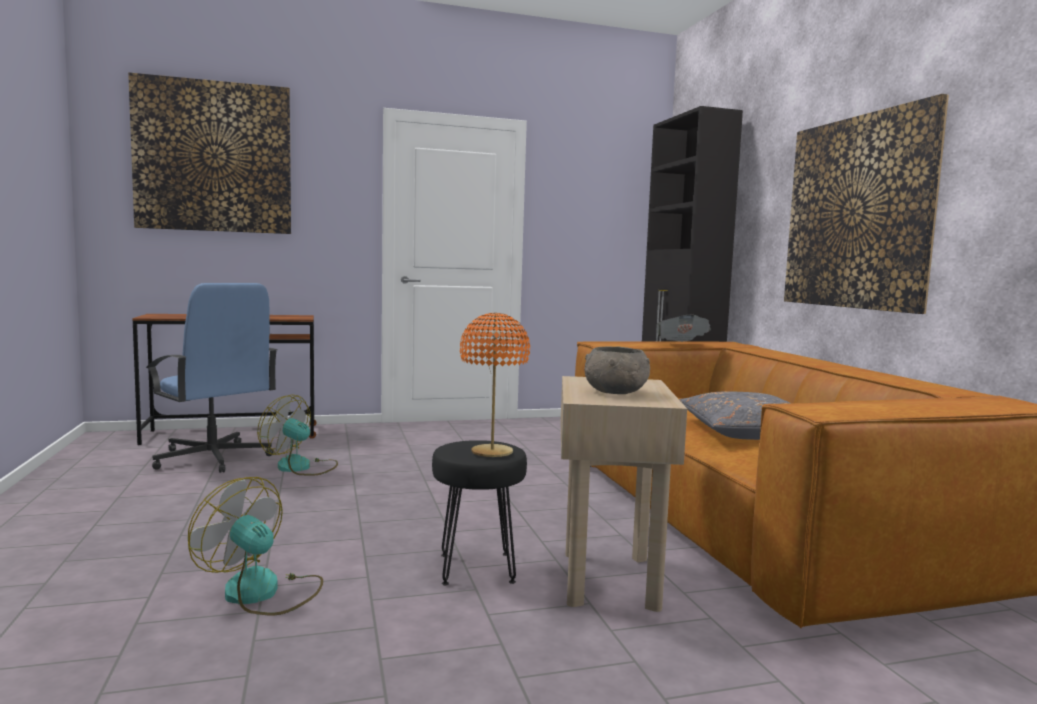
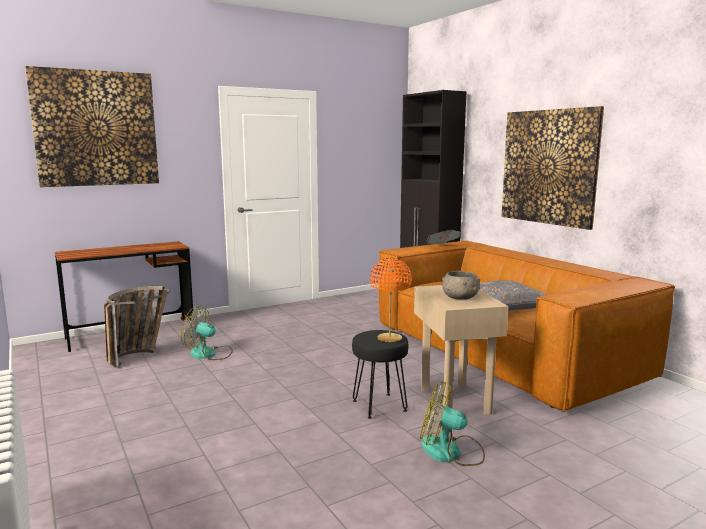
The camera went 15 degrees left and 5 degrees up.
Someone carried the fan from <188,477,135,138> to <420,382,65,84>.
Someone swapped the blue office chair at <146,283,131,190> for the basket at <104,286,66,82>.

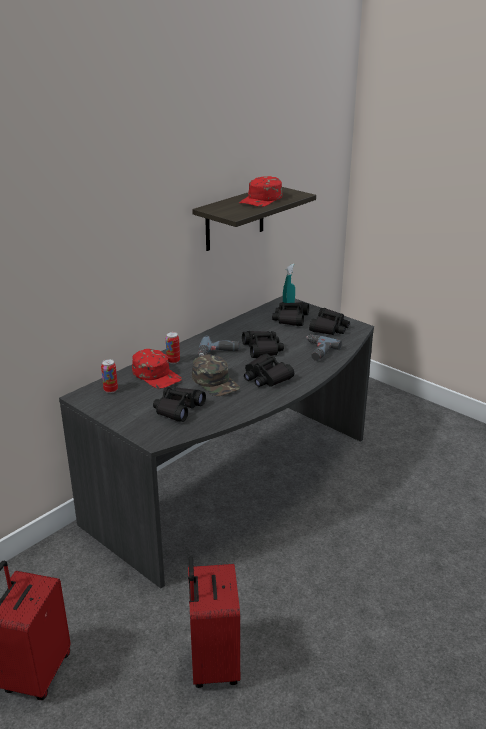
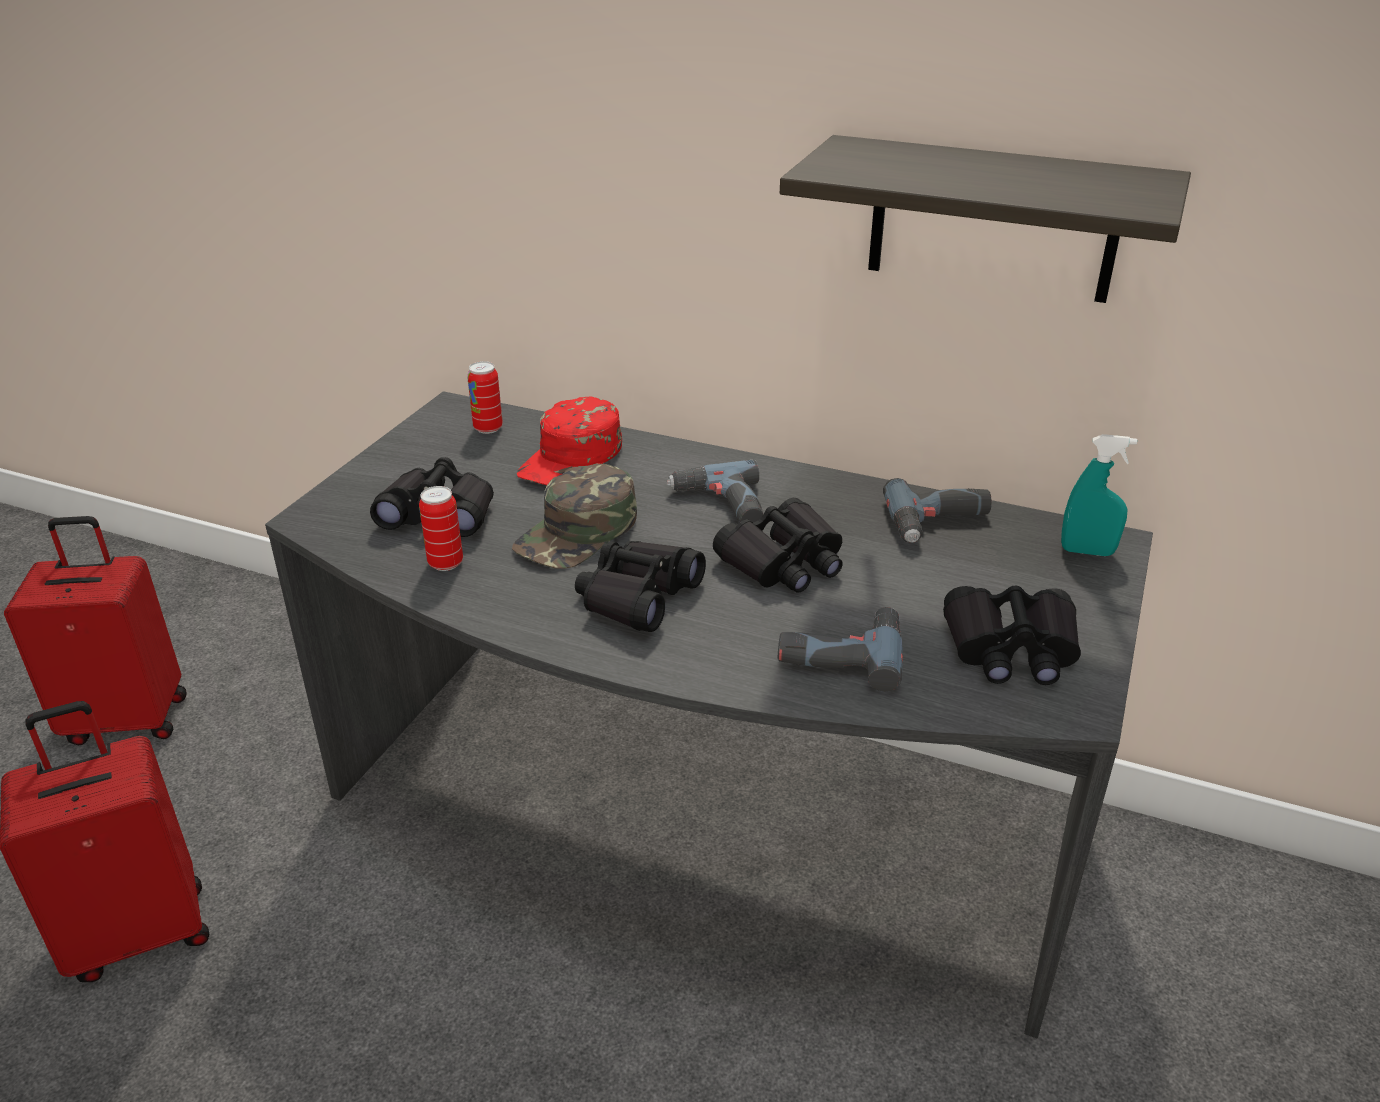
The camera went 70 degrees right and 5 degrees up.
Someone took away the red cap at <239,176,43,31>.
Someone took away the black binoculars at <272,302,37,24>.
Someone put down the power drill at <883,478,109,65>.
Someone carried the can from <166,332,14,32> to <419,486,44,85>.

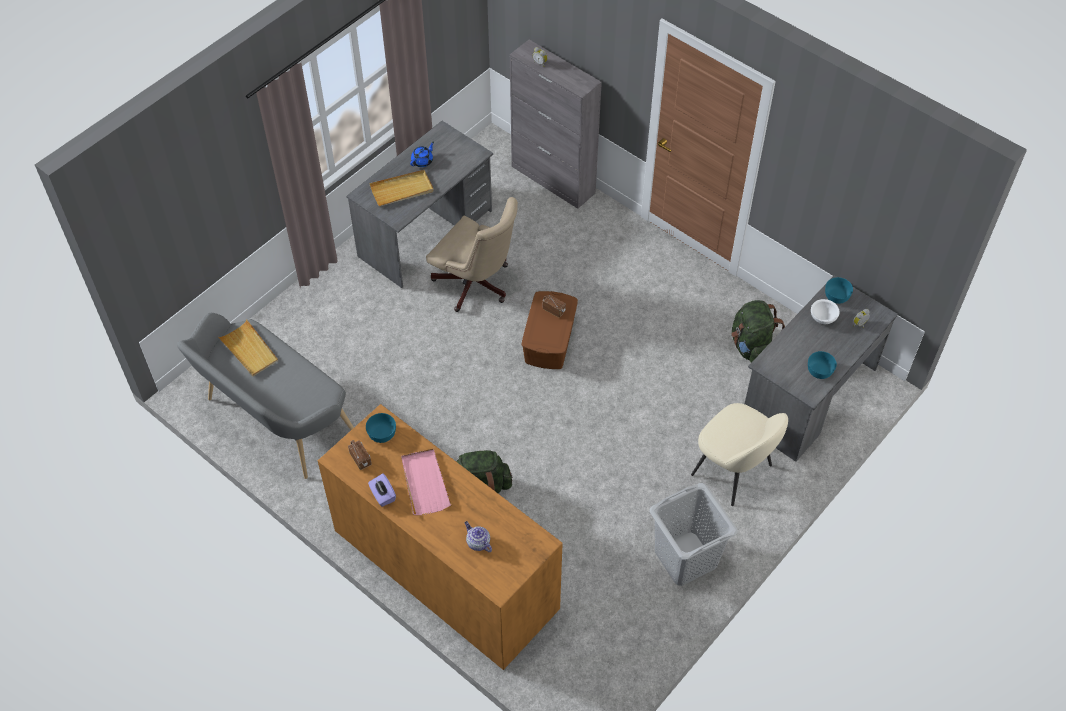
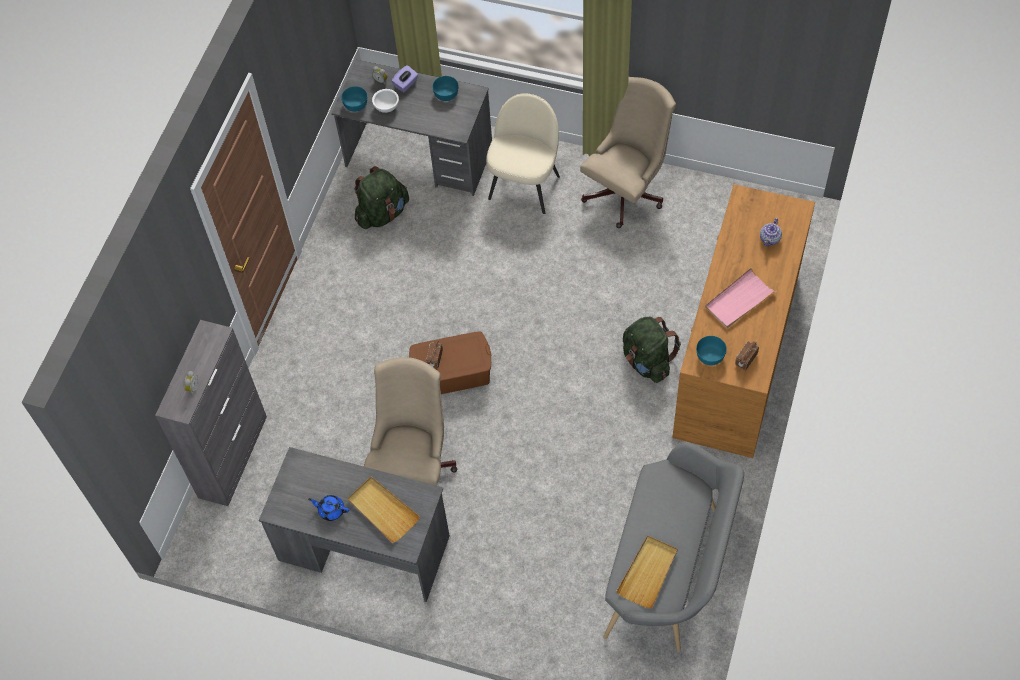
The camera went 110 degrees left and 5 degrees up.
Someone carried the purple tissue box from <368,473,28,34> to <391,65,27,27>.
Someone swapped the grey laundry basket at <649,483,89,103> for the beige office chair at <580,77,96,151>.

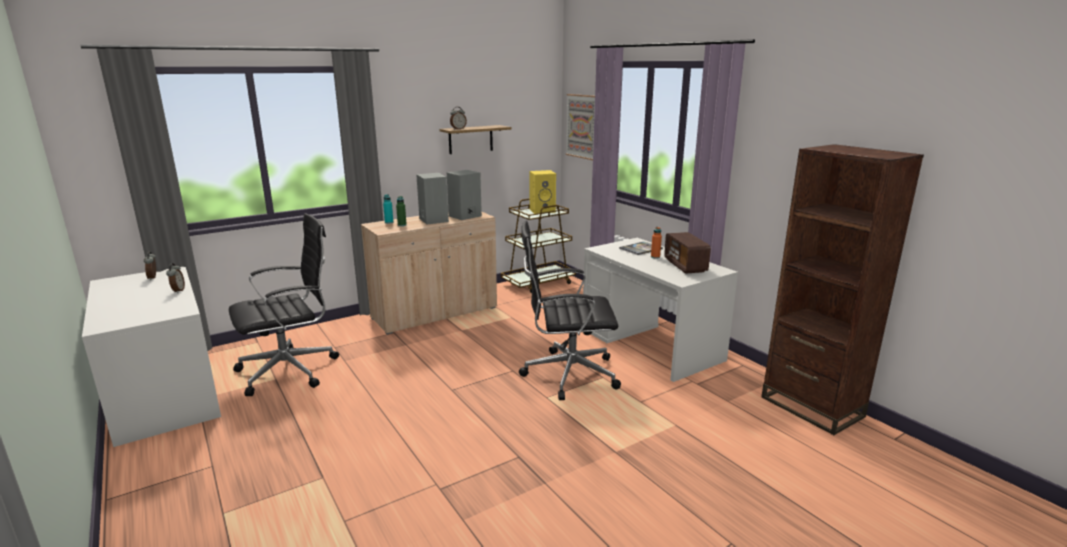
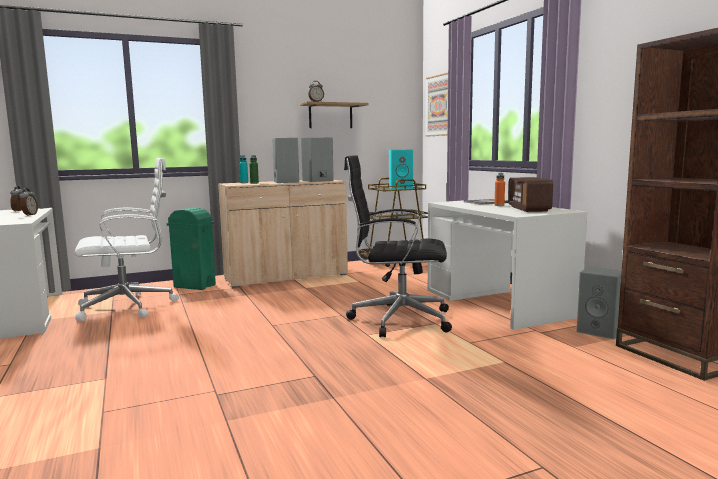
The camera went 10 degrees right and 10 degrees down.
Someone put down the green trash can at <167,208,49,82>.
Someone put down the grey speaker at <577,267,45,72>.
Someone repainted the black office chair at <229,213,110,183>, which became the white office chair at <75,158,104,163>.
Someone repainted the yellow speaker at <530,170,26,44>, which became the turquoise speaker at <389,149,24,40>.

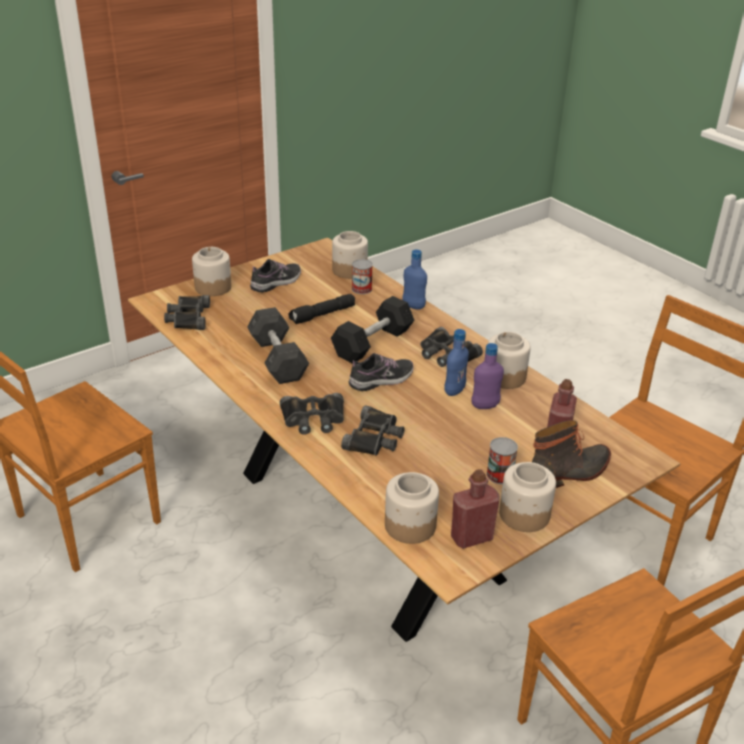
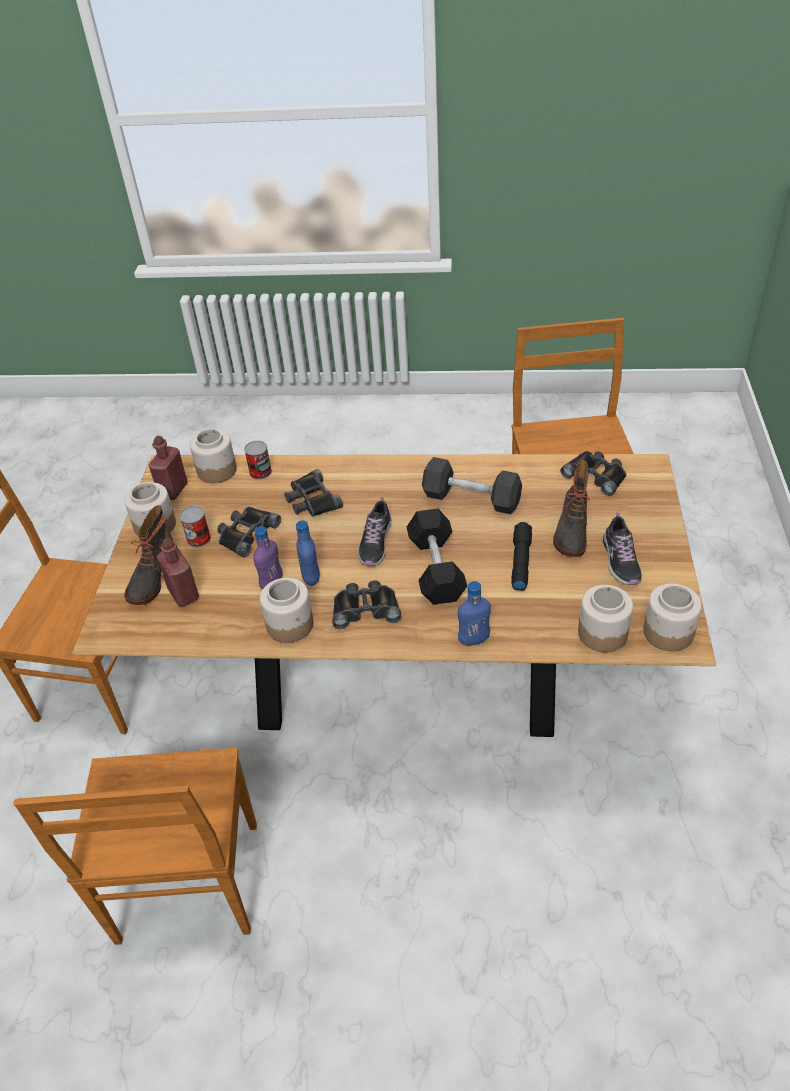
The camera went 135 degrees right and 10 degrees up.
Someone put down the boot at <553,460,37,97>.
Someone carried the jar from <192,247,39,49> to <643,584,59,67>.
Someone carried the black binoculars from <280,393,64,42> to <217,507,64,51>.
Someone carried the can from <352,259,21,35> to <244,441,28,39>.

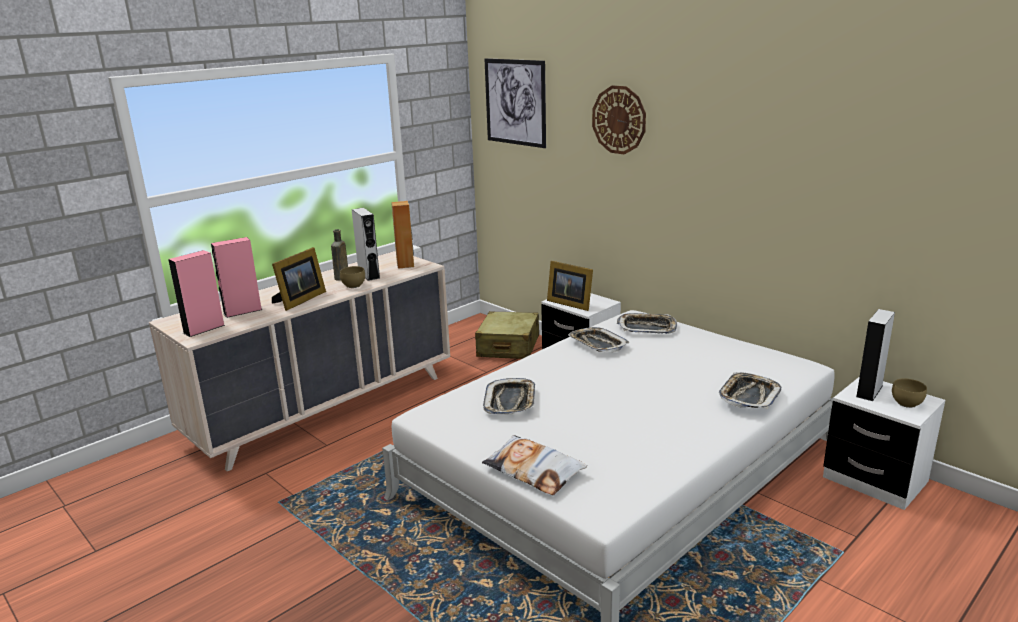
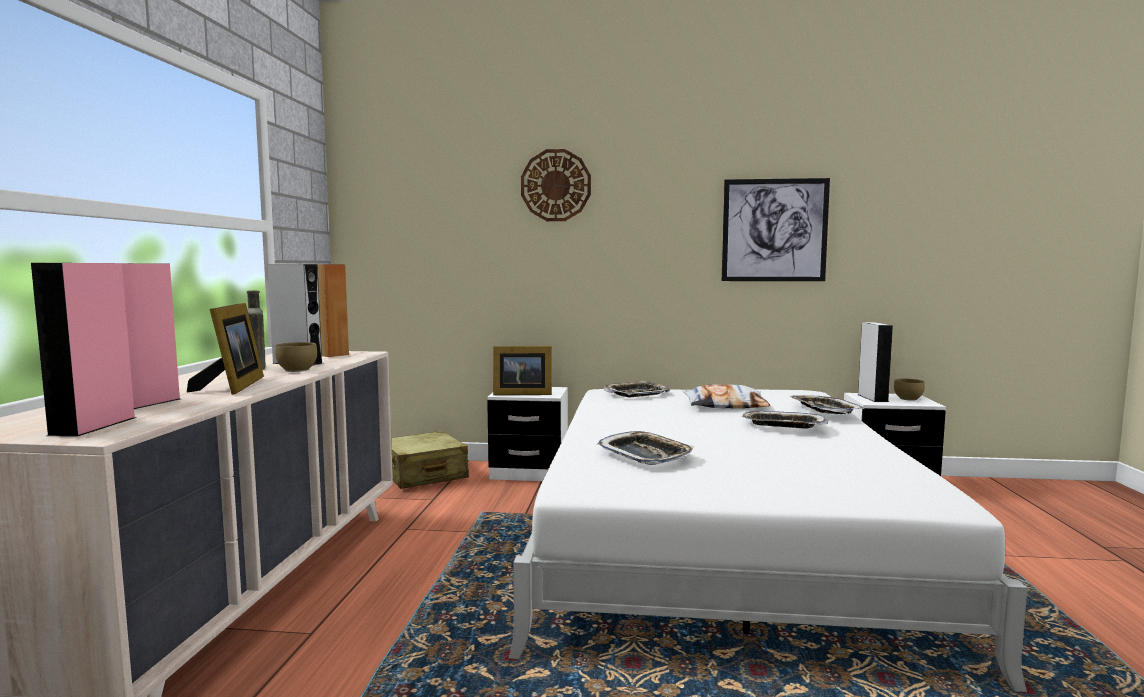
The camera went 40 degrees left and 15 degrees down.
Someone carried the pillow from <482,435,105,60> to <682,384,89,25>.
Someone carried the picture from <485,58,61,90> to <722,178,108,103>.
Someone carried the tray from <568,327,61,25> to <742,411,86,18>.

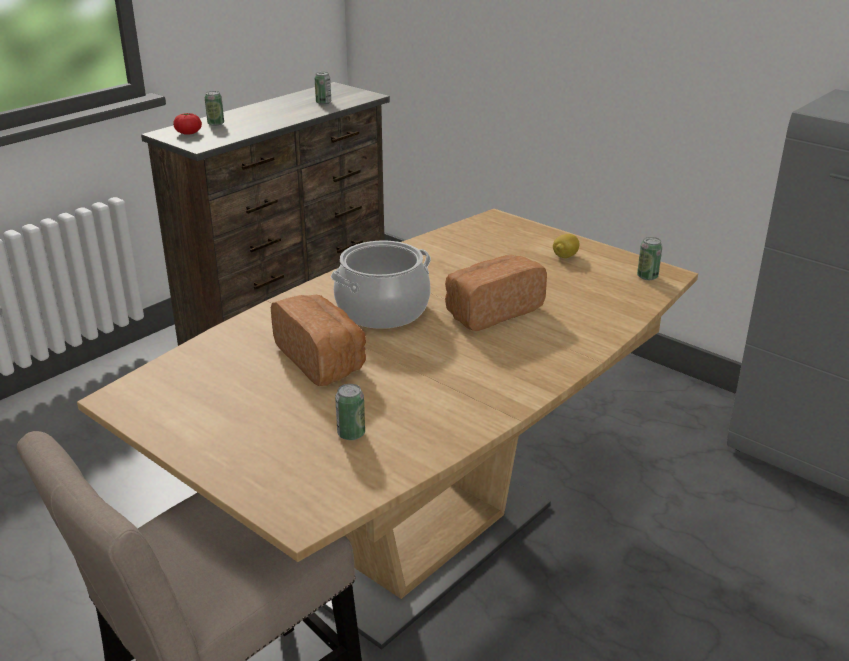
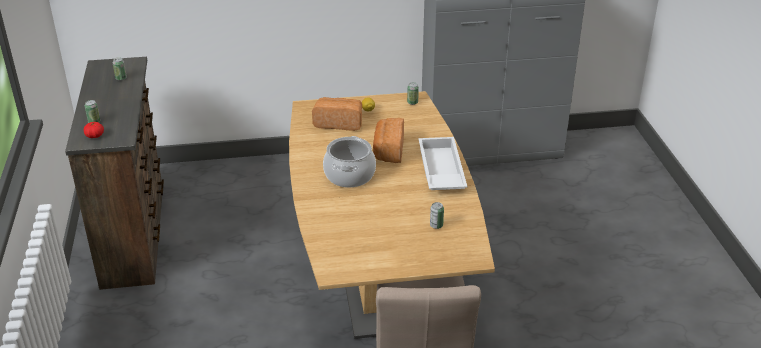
The camera went 50 degrees left and 5 degrees up.
Someone put down the white tray at <419,137,48,53>.
Someone carried the bread from <271,295,95,91> to <312,97,50,34>.

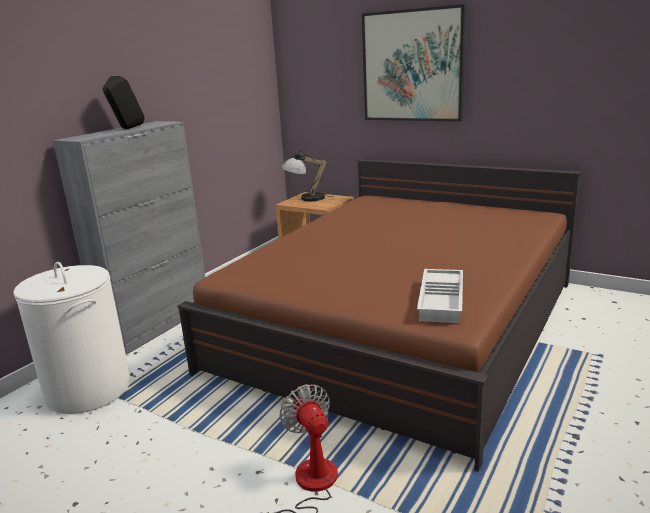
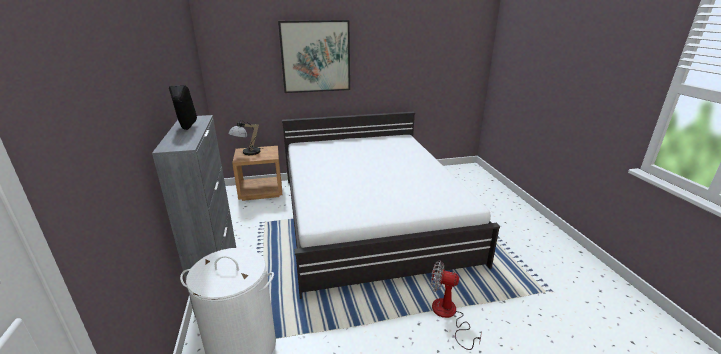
The camera went 45 degrees left and 5 degrees up.
Someone took away the white tray at <417,269,46,54>.
Someone repainted the brown bed at <177,159,404,313>, which became the white bed at <282,112,218,187>.

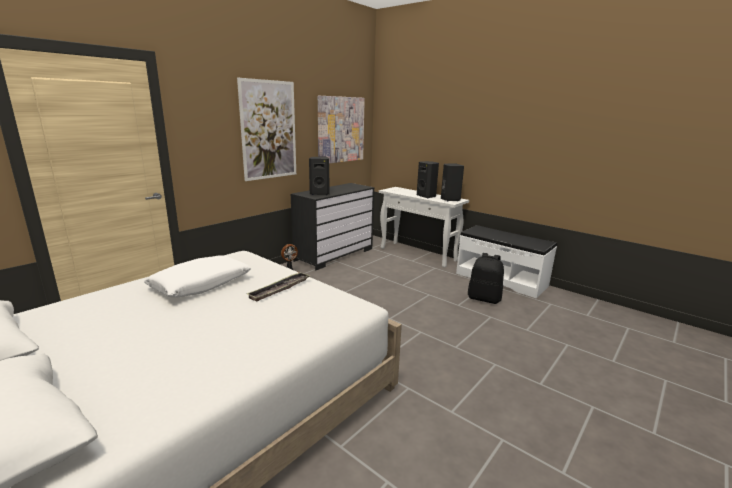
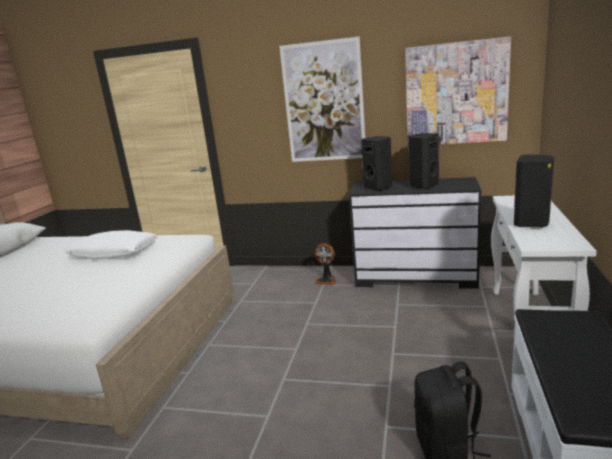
The camera went 65 degrees right and 0 degrees up.
Someone took away the tray at <247,272,63,30>.
Someone carried the black speaker from <441,163,23,38> to <409,133,30,56>.

